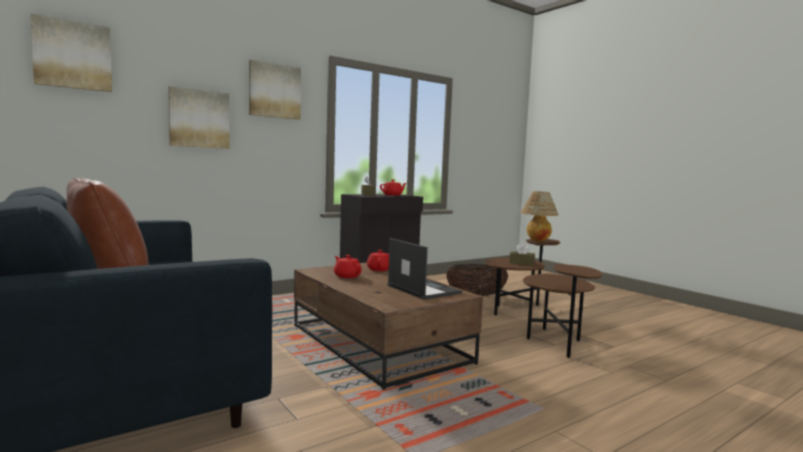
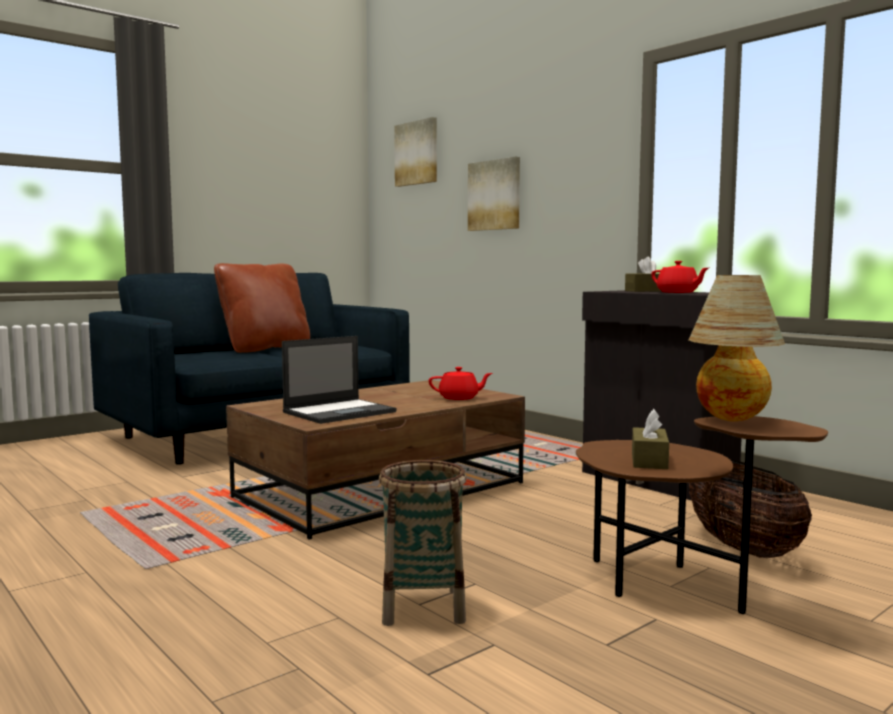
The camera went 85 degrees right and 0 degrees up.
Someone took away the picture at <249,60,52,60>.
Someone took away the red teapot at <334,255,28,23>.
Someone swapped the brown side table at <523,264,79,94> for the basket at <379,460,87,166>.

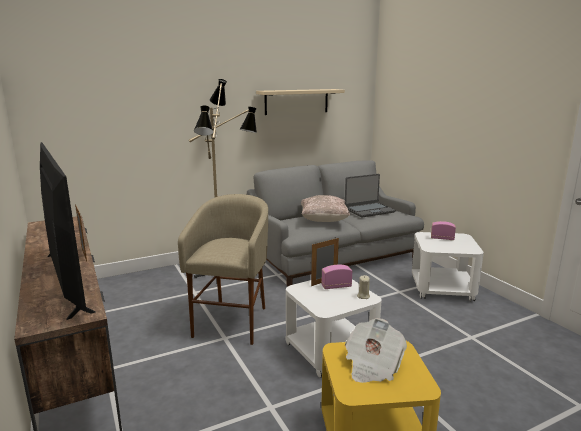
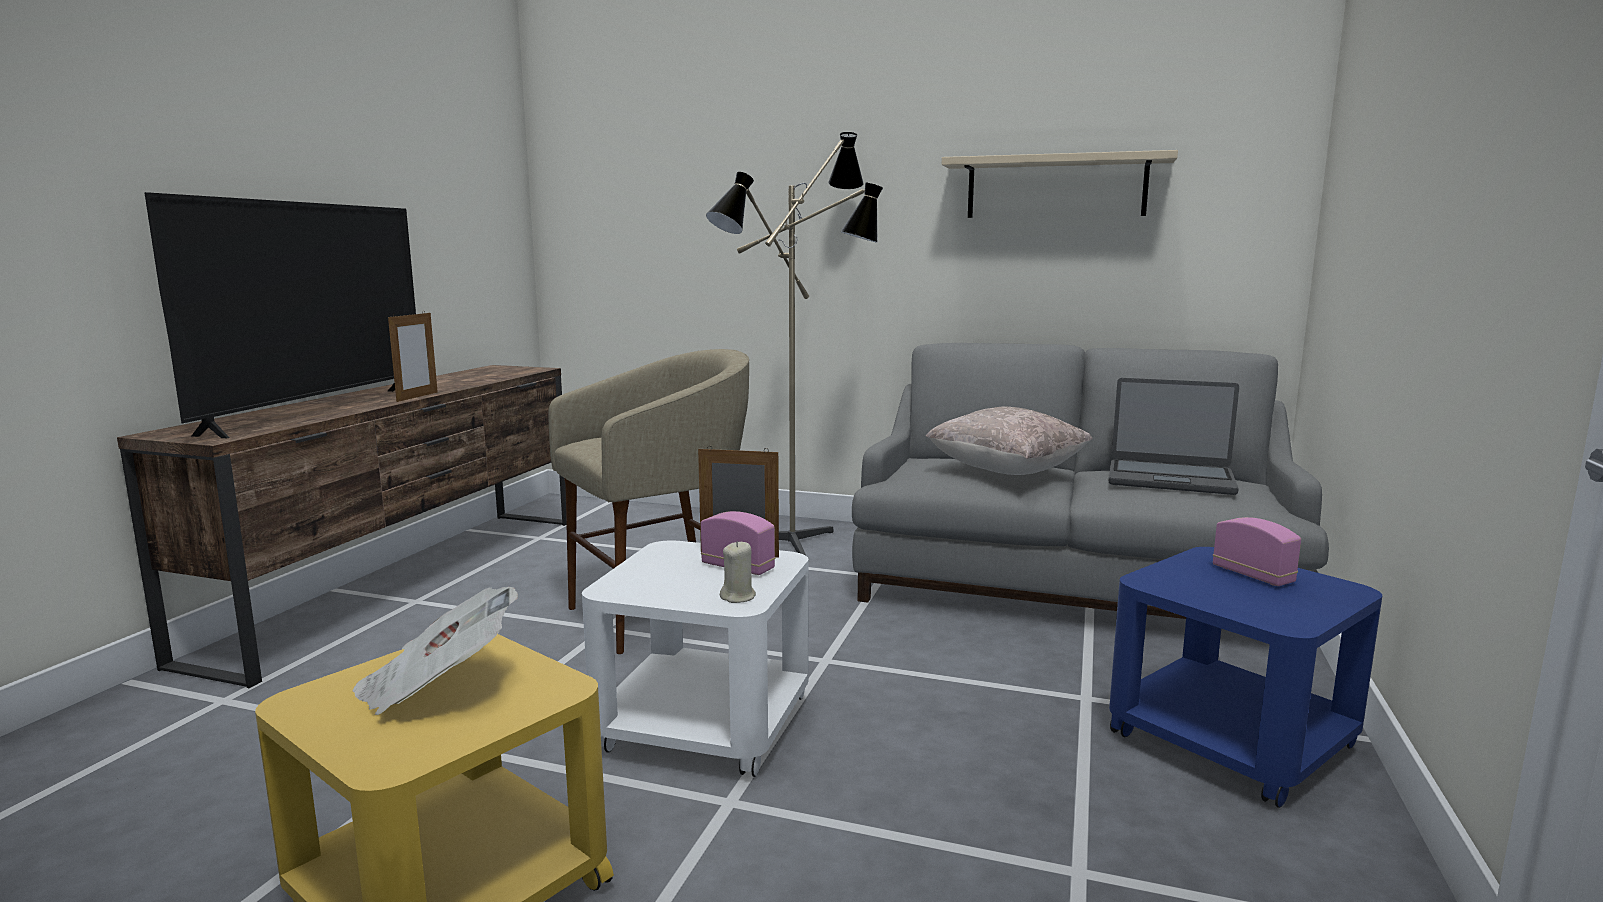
The camera went 45 degrees right and 5 degrees down.
Someone repainted the white side table at <412,232,72,69>, which became the blue side table at <1109,547,273,261>.

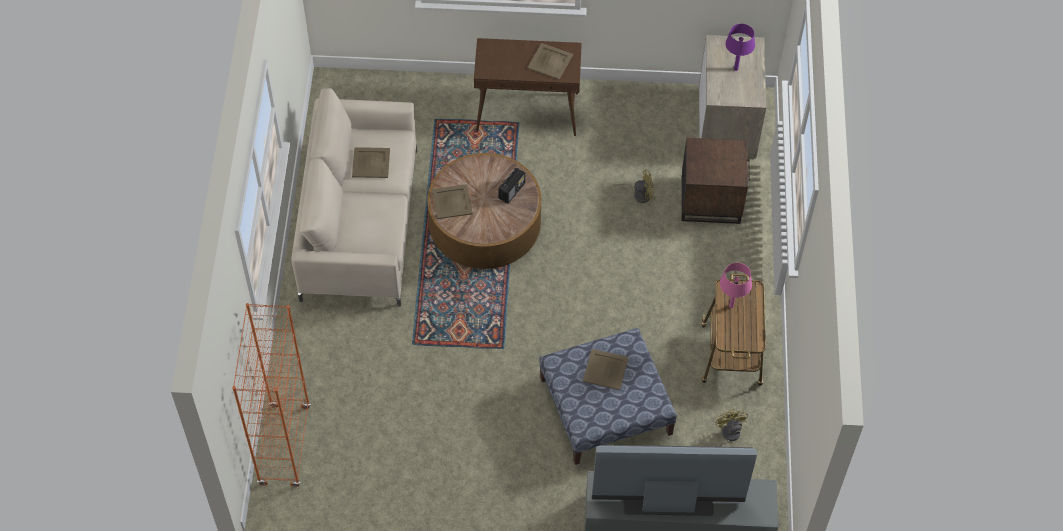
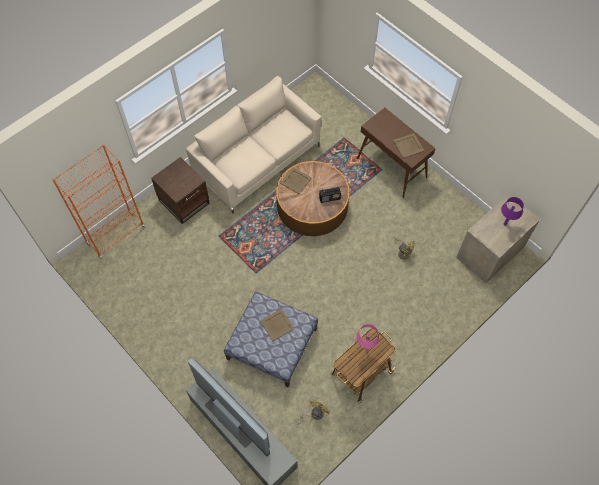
The camera went 45 degrees right and 5 degrees up.
Someone took away the beige tray at <352,147,38,31>.
Someone carried the brown side table from <681,138,69,86> to <151,157,58,67>.

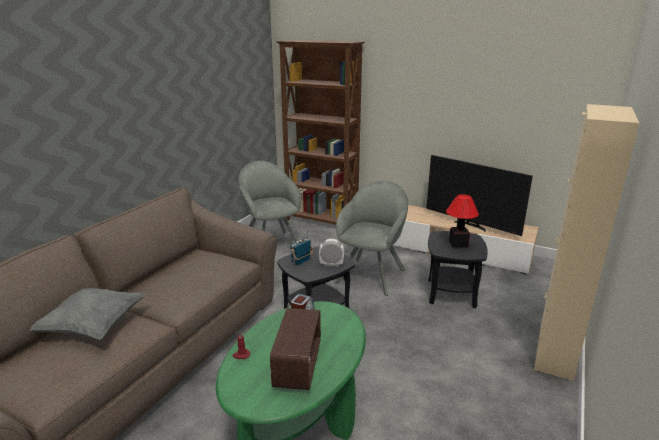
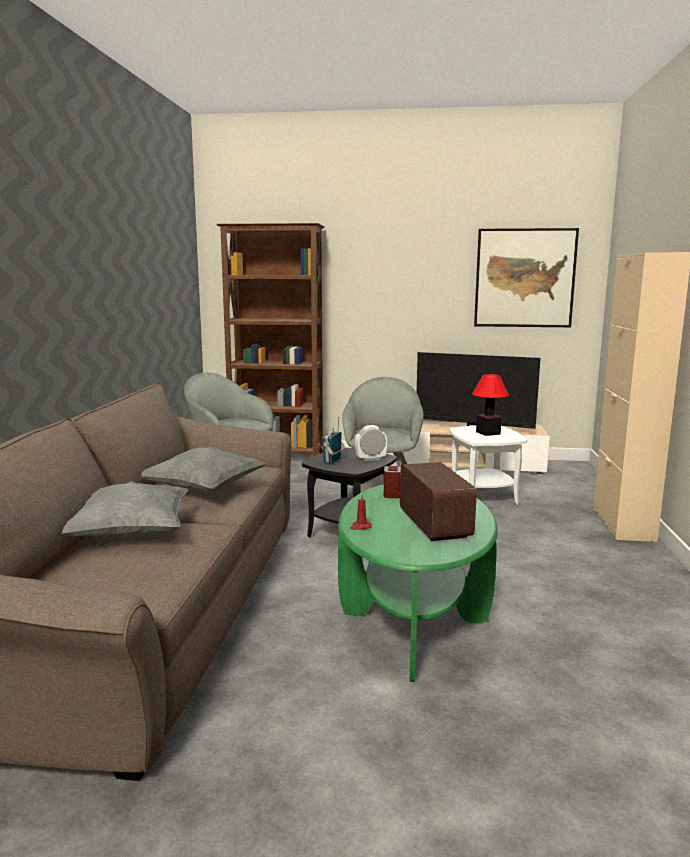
The camera went 20 degrees left and 10 degrees down.
Someone put down the grey pillow at <141,447,125,45>.
Someone put up the picture at <474,228,105,99>.
Someone repainted the black side table at <428,231,60,77>, which became the white side table at <449,426,78,79>.

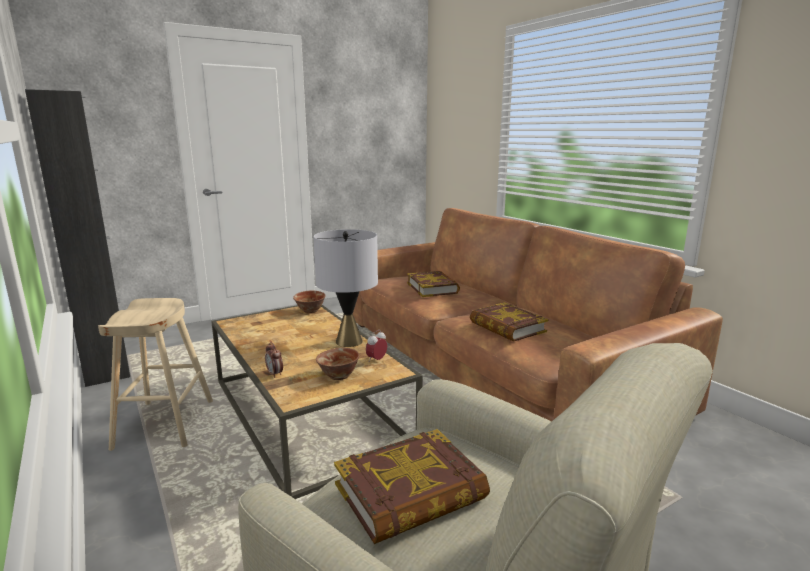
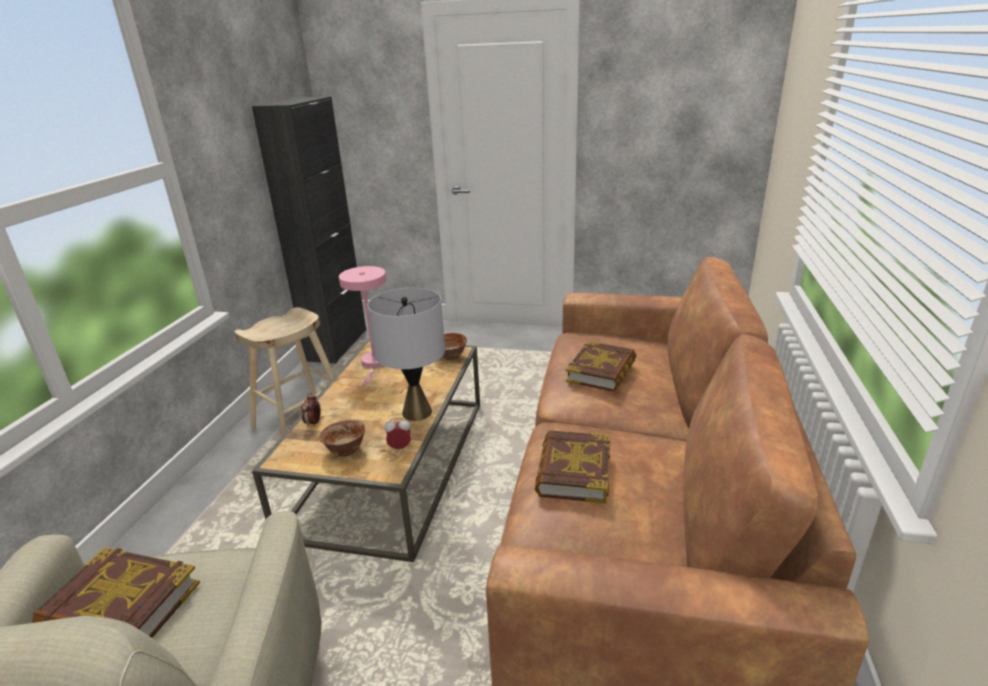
The camera went 45 degrees right and 10 degrees up.
Someone put down the pink table lamp at <339,266,47,119>.

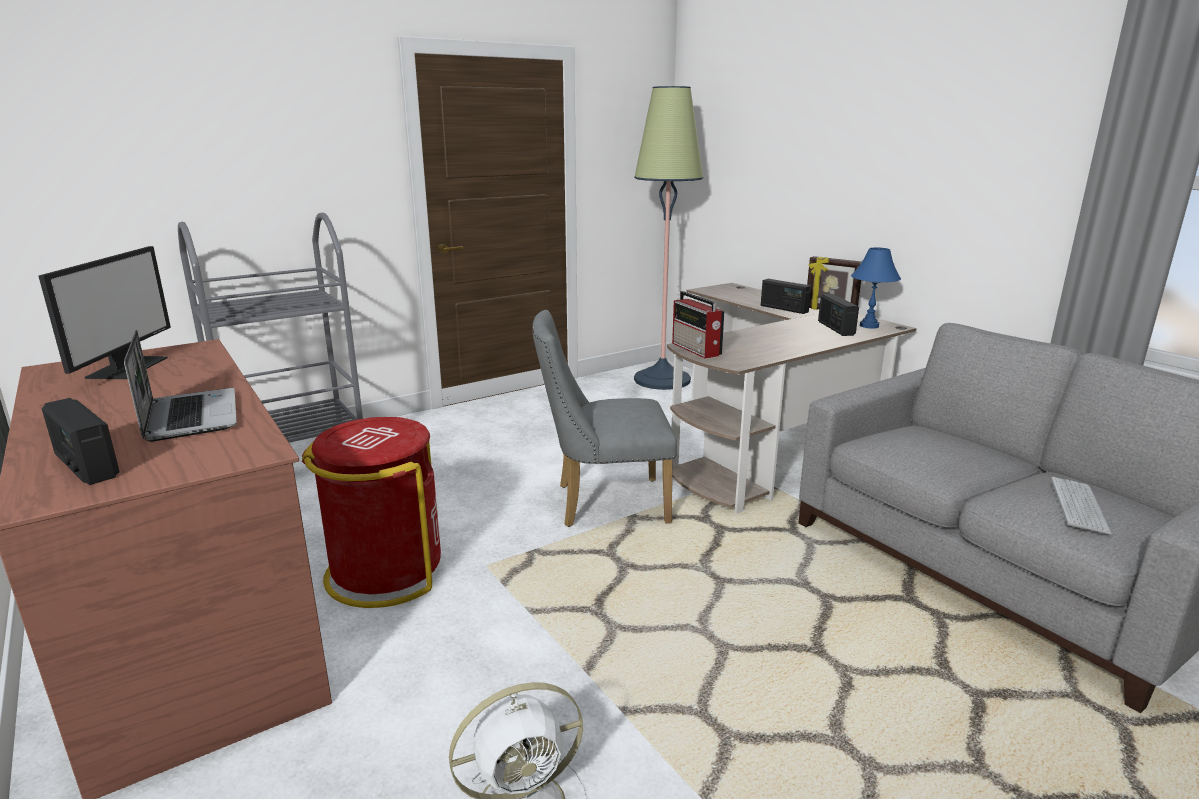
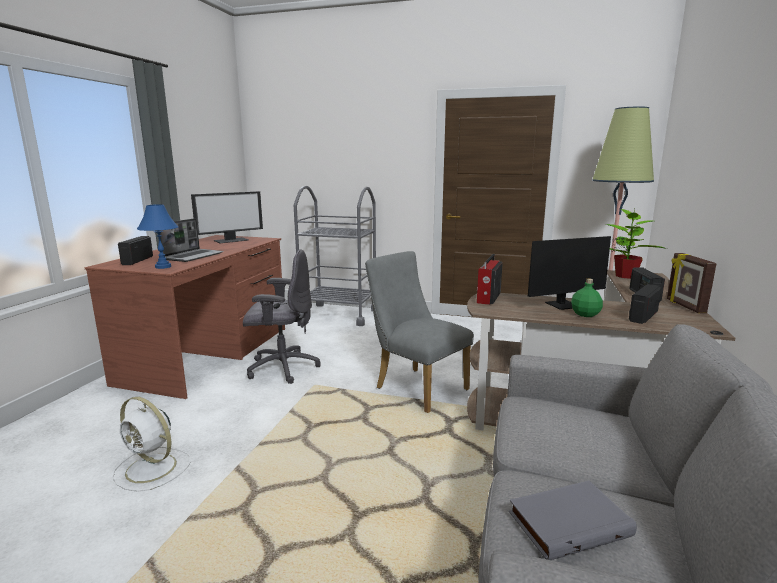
The camera went 50 degrees right and 5 degrees down.
Someone put down the monitor at <528,236,104,74>.
Someone put down the green bottle at <571,279,32,38>.
Someone put down the potted plant at <606,206,61,73>.
Someone carried the blue table lamp from <851,247,50,81> to <137,204,42,65>.
Someone swapped the red trash can at <302,417,139,191> for the grey office chair at <243,249,78,135>.
Someone swapped the keyboard at <1051,477,61,58> for the grey book at <509,481,128,79>.

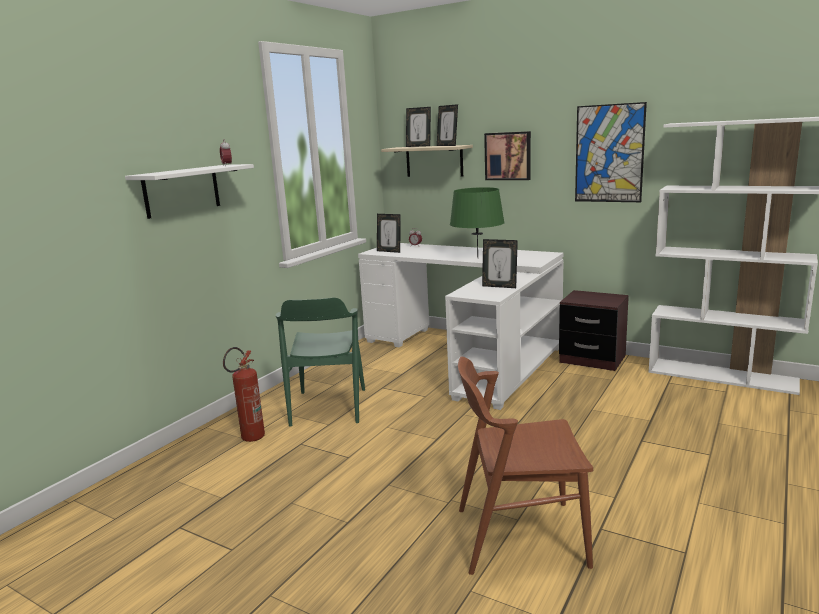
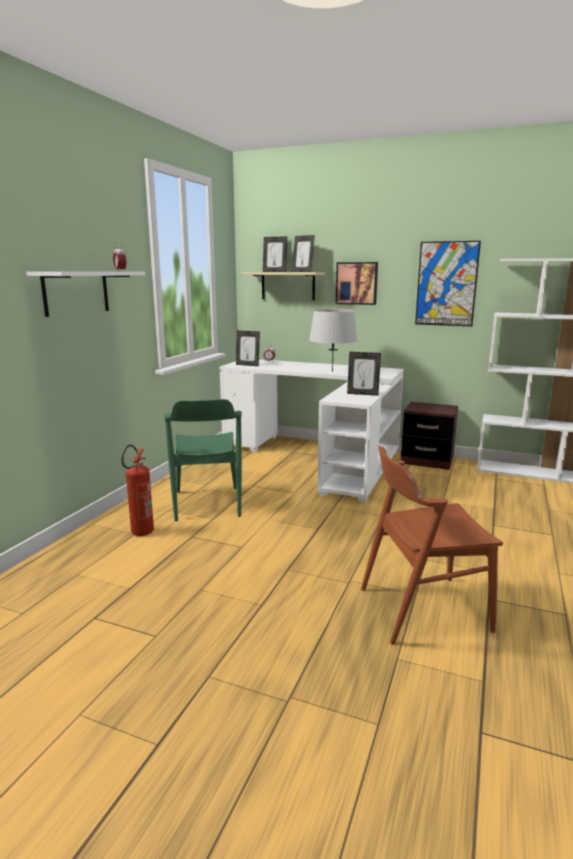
The camera went 10 degrees left and 0 degrees up.
Someone repainted the green table lamp at <450,187,55,72>, which became the grey table lamp at <309,309,49,63>.

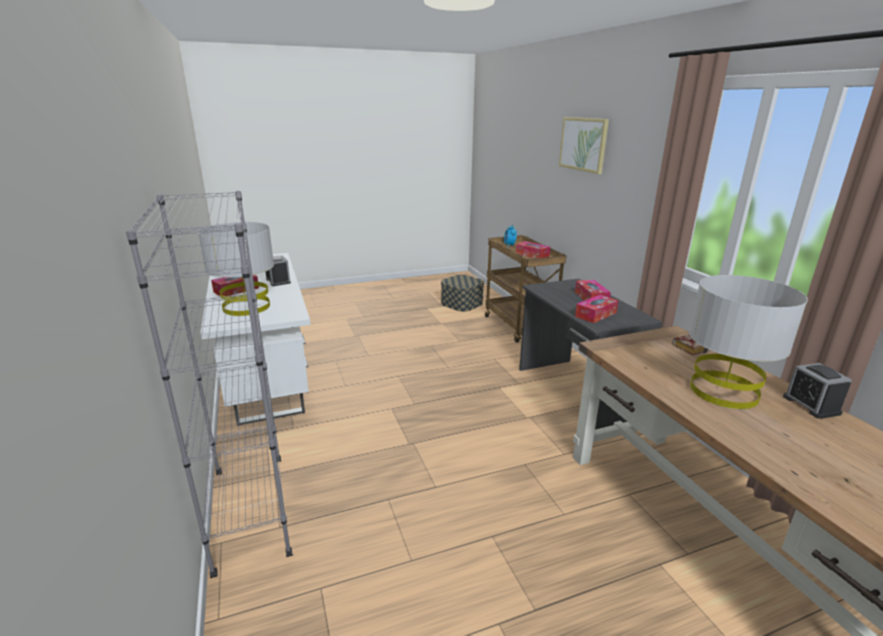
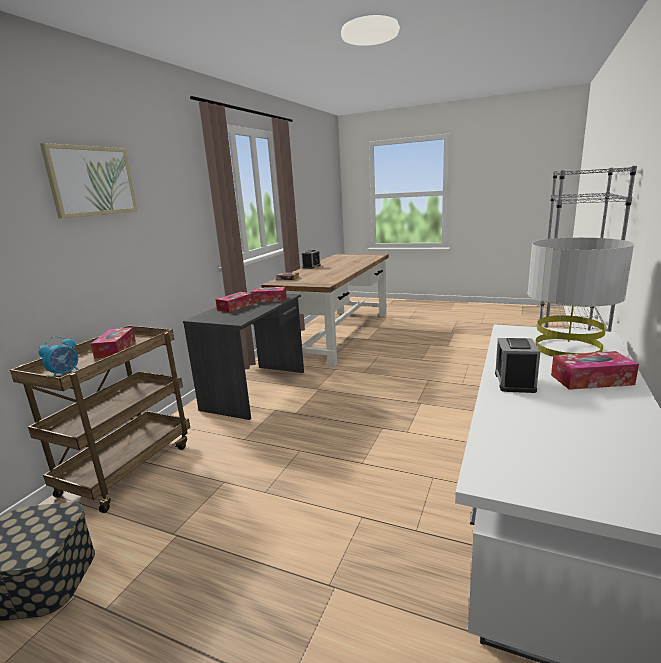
The camera went 135 degrees left and 5 degrees down.
Someone took away the grey table lamp at <689,275,119,134>.

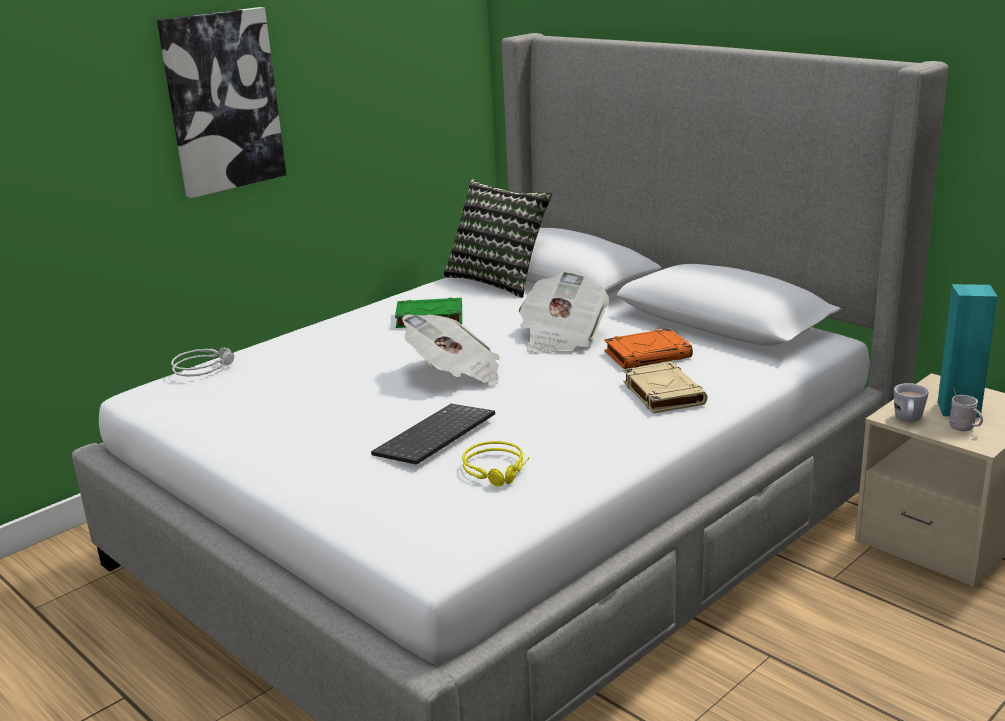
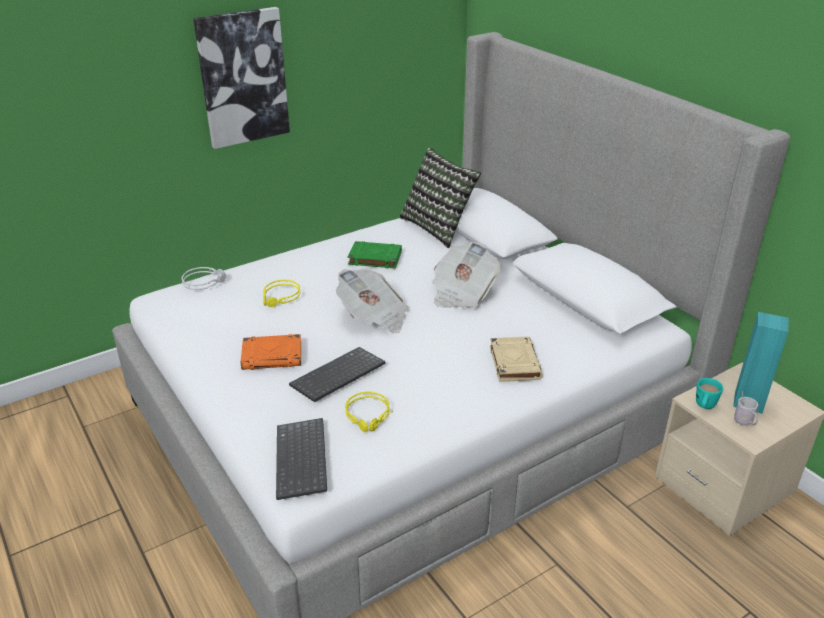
The camera went 10 degrees right and 10 degrees up.
Someone put down the yellow headphones at <263,280,37,28>.
Someone put down the keyboard at <276,418,51,82>.
Someone carried the orange book from <604,328,89,41> to <241,334,60,36>.
Someone repainted the white mug at <894,383,34,39>, which became the turquoise mug at <696,378,27,31>.

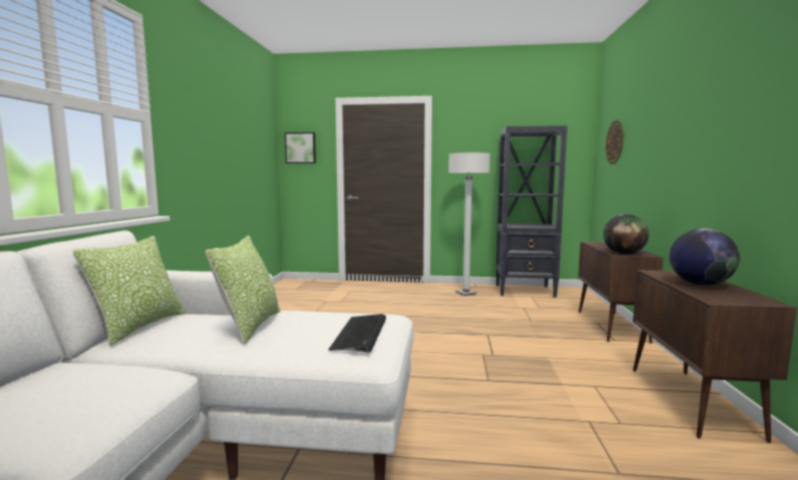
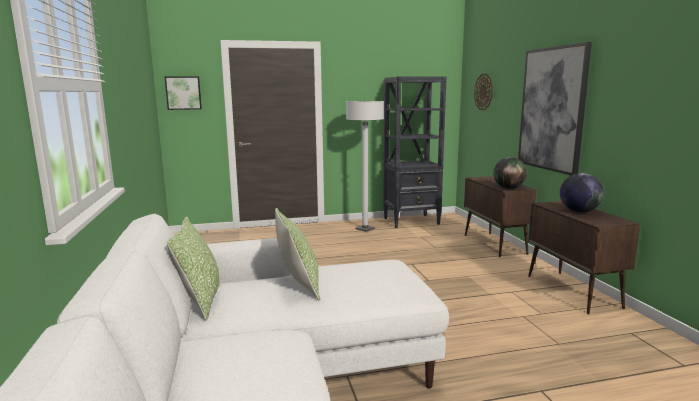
The camera went 20 degrees left and 5 degrees up.
Someone took away the keyboard at <328,314,58,38>.
Someone put up the picture at <518,42,74,133>.

